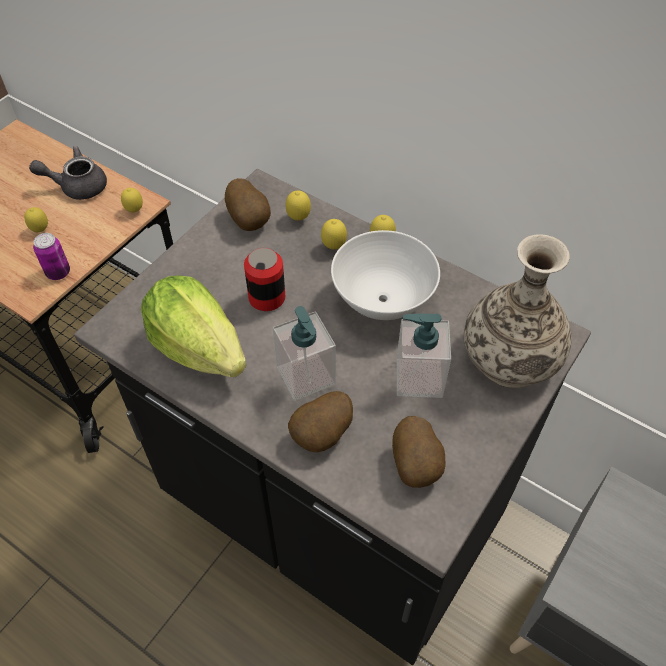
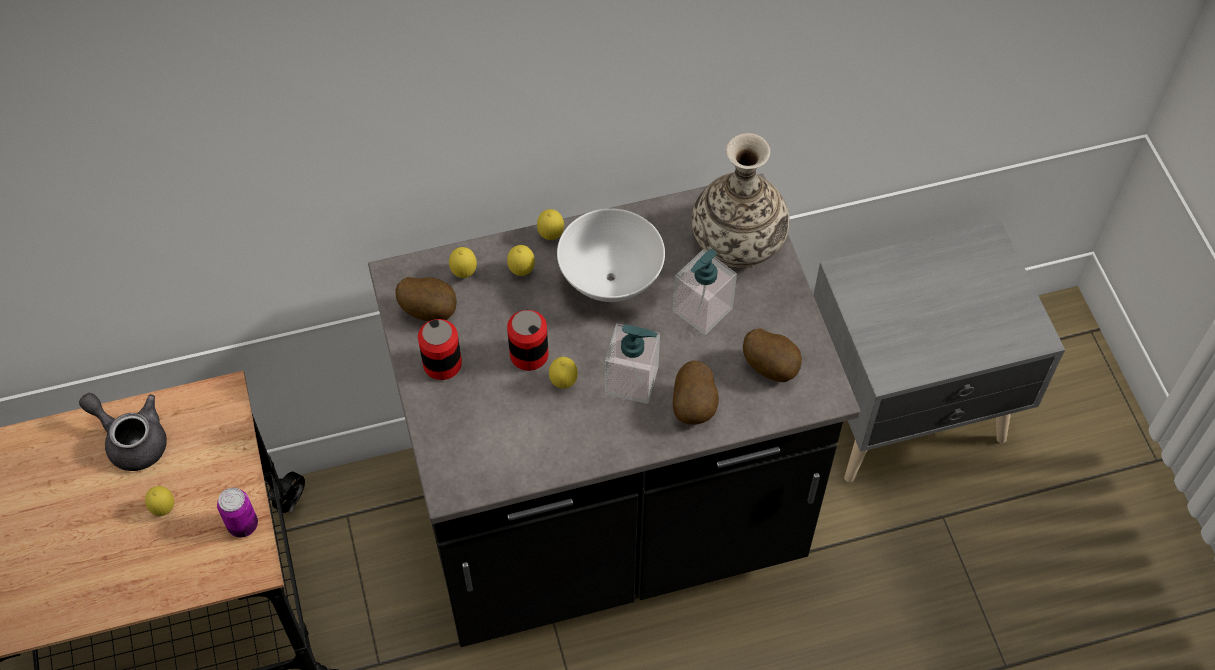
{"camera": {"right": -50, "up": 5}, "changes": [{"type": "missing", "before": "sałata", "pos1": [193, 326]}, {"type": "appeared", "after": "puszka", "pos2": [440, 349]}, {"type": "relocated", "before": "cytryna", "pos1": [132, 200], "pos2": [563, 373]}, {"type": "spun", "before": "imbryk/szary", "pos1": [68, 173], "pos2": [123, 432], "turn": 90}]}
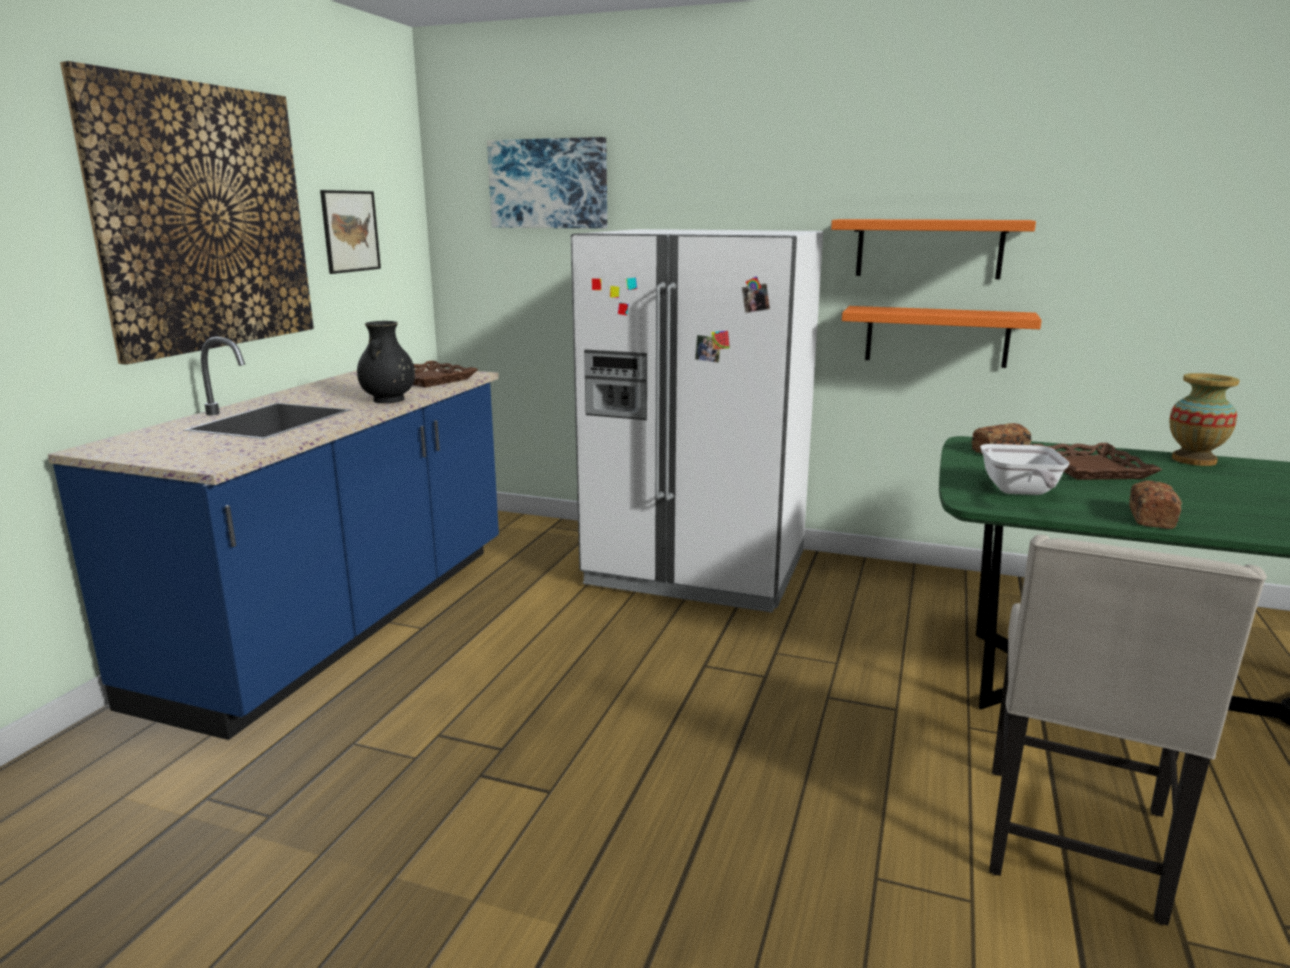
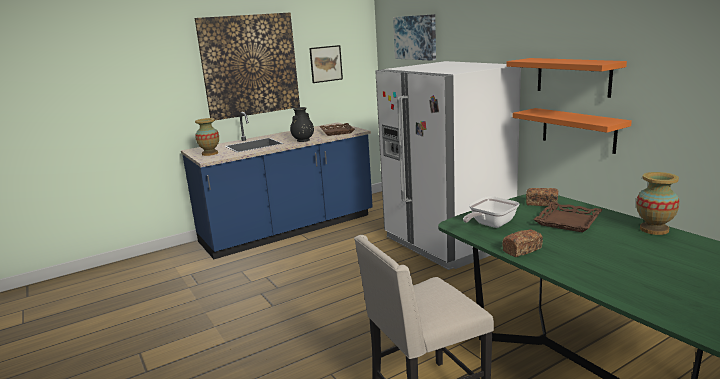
{"camera": {"right": 40, "up": 0}, "changes": [{"type": "appeared", "after": "wazon", "pos2": [207, 137]}]}
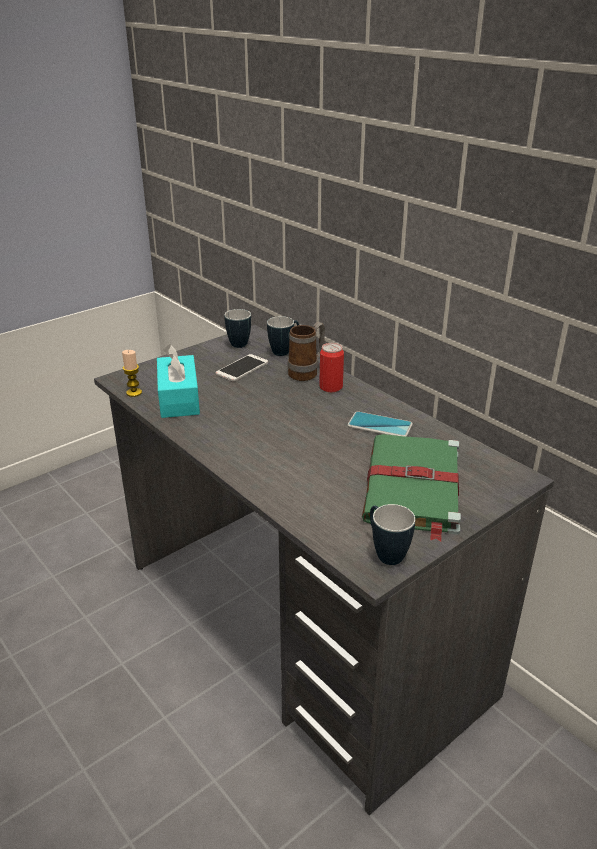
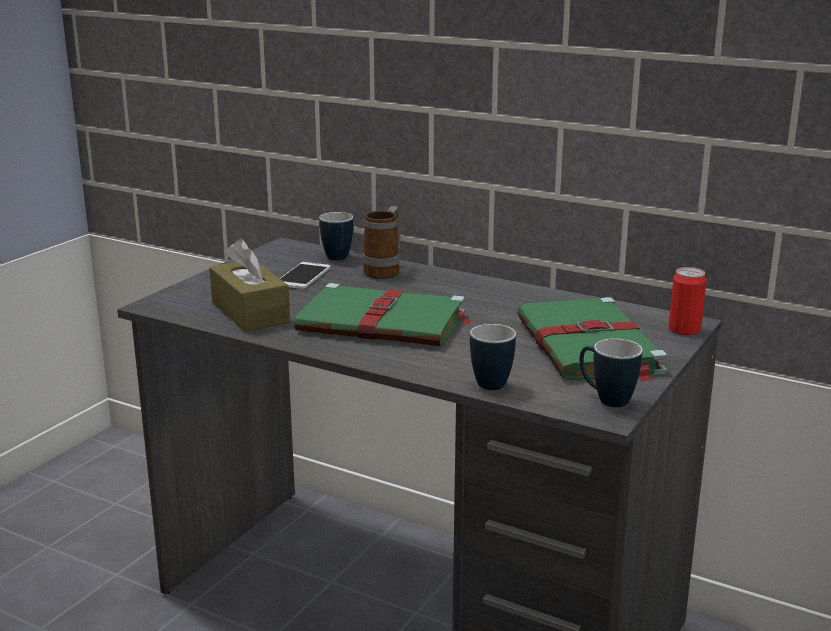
{"camera": {"right": -20, "up": -10}, "changes": [{"type": "missing", "before": "świeca", "pos1": [132, 373]}, {"type": "missing", "before": "telefon", "pos1": [380, 424]}, {"type": "appeared", "after": "książka/zielony", "pos2": [384, 314]}, {"type": "relocated", "before": "kubek", "pos1": [237, 328], "pos2": [493, 357]}, {"type": "relocated", "before": "puszka", "pos1": [331, 367], "pos2": [687, 301]}, {"type": "colour", "before": "pudełko chusteczek/turkusowy", "after": "pudełko chusteczek/brązowy", "pos1": [178, 381], "pos2": [249, 285]}]}
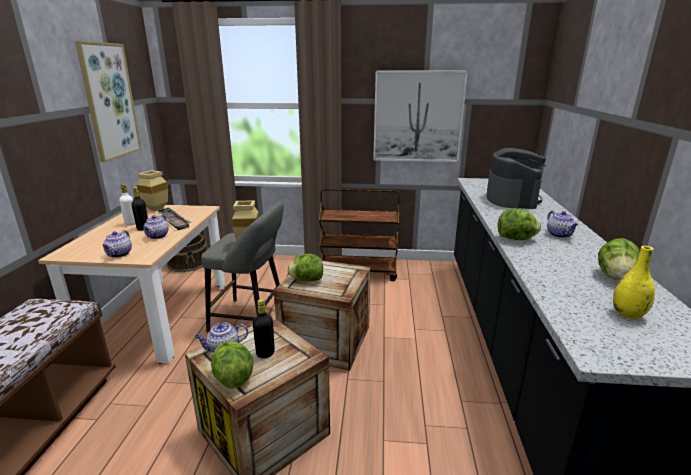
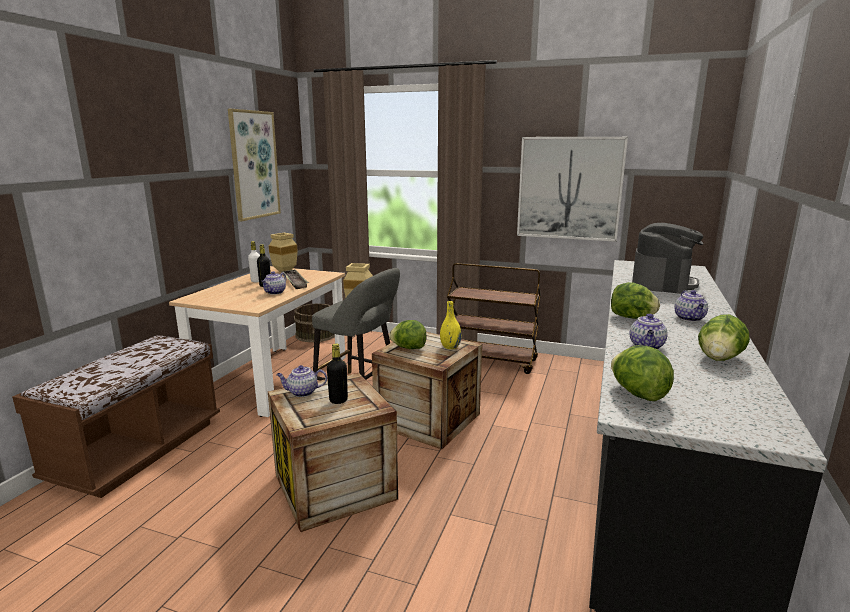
{"camera": {"right": 15, "up": -5}, "changes": [{"type": "relocated", "before": "imbryk", "pos1": [117, 244], "pos2": [649, 331]}, {"type": "relocated", "before": "sałata", "pos1": [232, 365], "pos2": [642, 373]}, {"type": "relocated", "before": "wazon/żółty", "pos1": [634, 282], "pos2": [450, 325]}]}
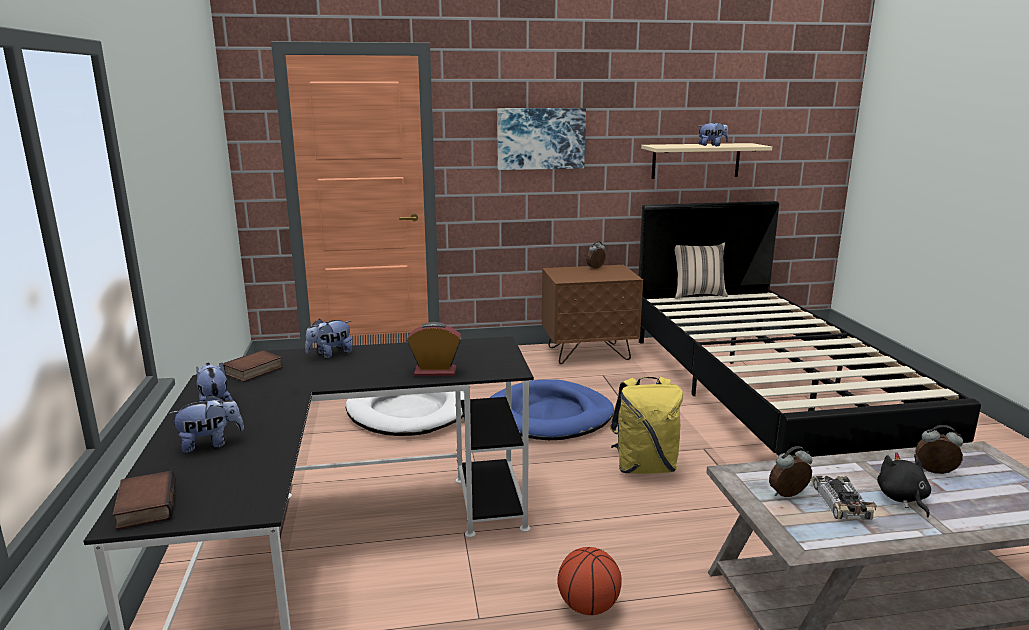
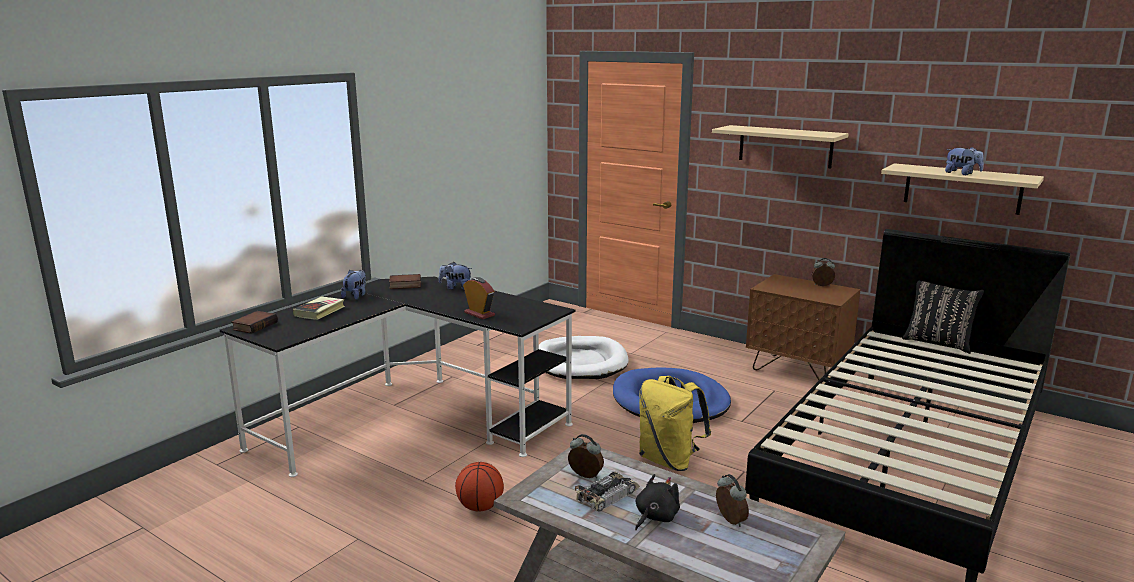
{"camera": {"right": 45, "up": 0}, "changes": [{"type": "exchanged", "before": "pluszak", "after": "książka", "pos1": [206, 424], "pos2": [319, 308]}, {"type": "exchanged", "before": "obraz", "after": "półka/beżowy", "pos1": [541, 139], "pos2": [780, 147]}, {"type": "colour", "before": "poduszka/beżowy", "after": "poduszka/czarny", "pos1": [701, 271], "pos2": [943, 317]}]}
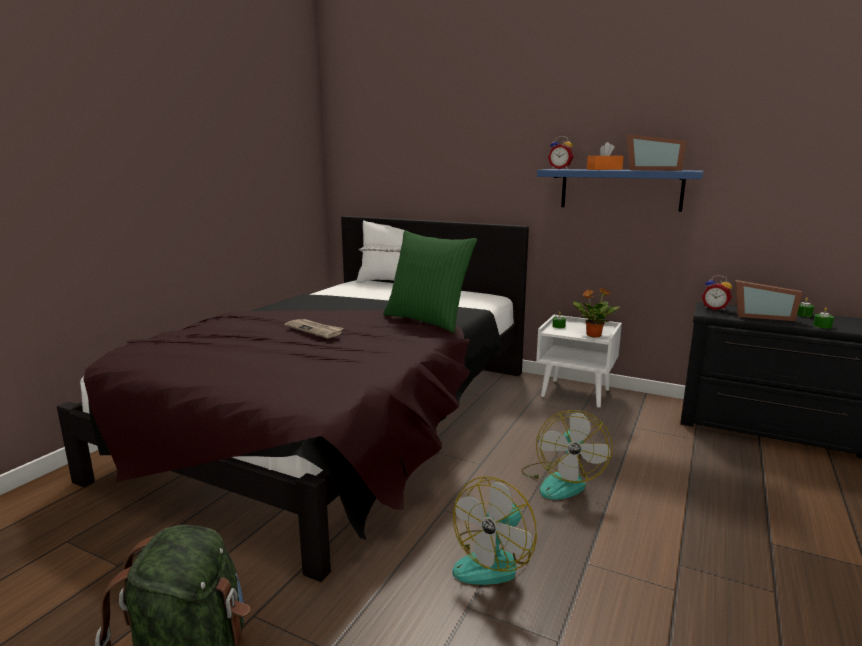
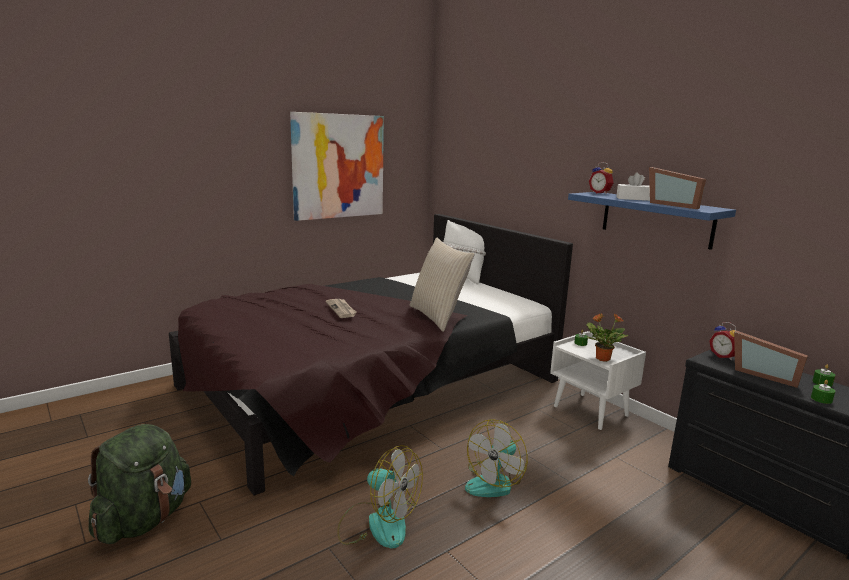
{"camera": {"right": 25, "up": 0}, "changes": [{"type": "appeared", "after": "obraz", "pos2": [337, 166]}, {"type": "colour", "before": "poduszka/zielony", "after": "poduszka/beżowy", "pos1": [430, 282], "pos2": [442, 284]}, {"type": "colour", "before": "pudełko chusteczek/pomarańczowy", "after": "pudełko chusteczek/biały", "pos1": [605, 156], "pos2": [633, 187]}, {"type": "spun", "before": "wentylator", "pos1": [494, 530], "pos2": [380, 496], "turn": -120}]}
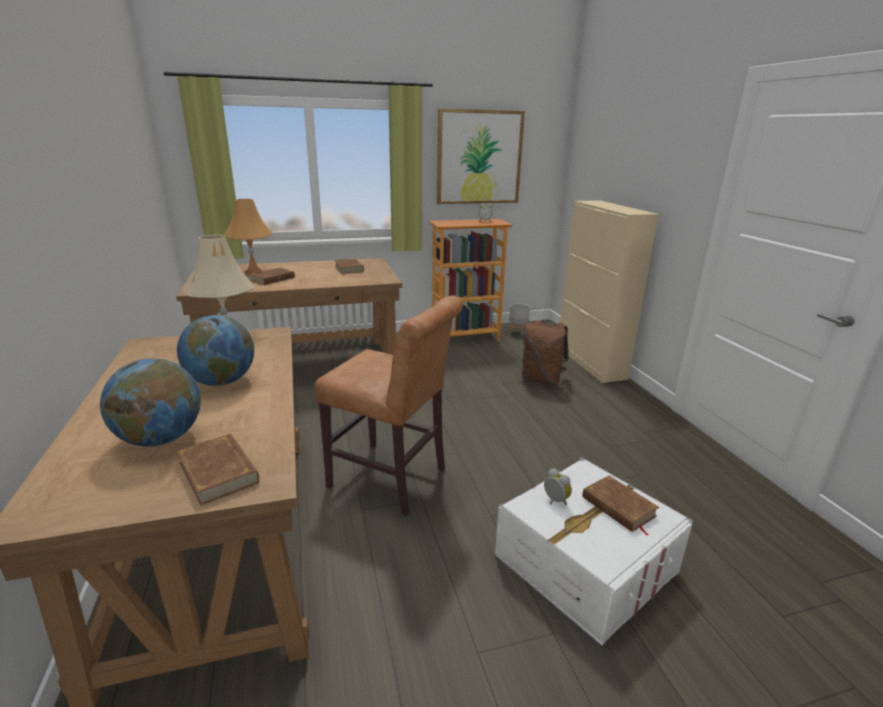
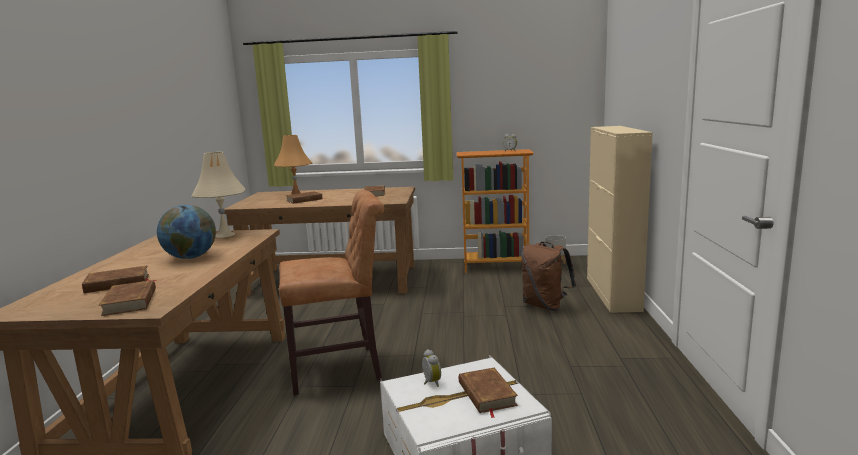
{"camera": {"right": 20, "up": -10}, "changes": [{"type": "missing", "before": "obraz", "pos1": [481, 156]}, {"type": "exchanged", "before": "globus", "after": "książka/brązowy", "pos1": [150, 402], "pos2": [119, 279]}, {"type": "spun", "before": "krzesło/brązowy", "pos1": [389, 405], "pos2": [332, 292], "turn": -60}]}
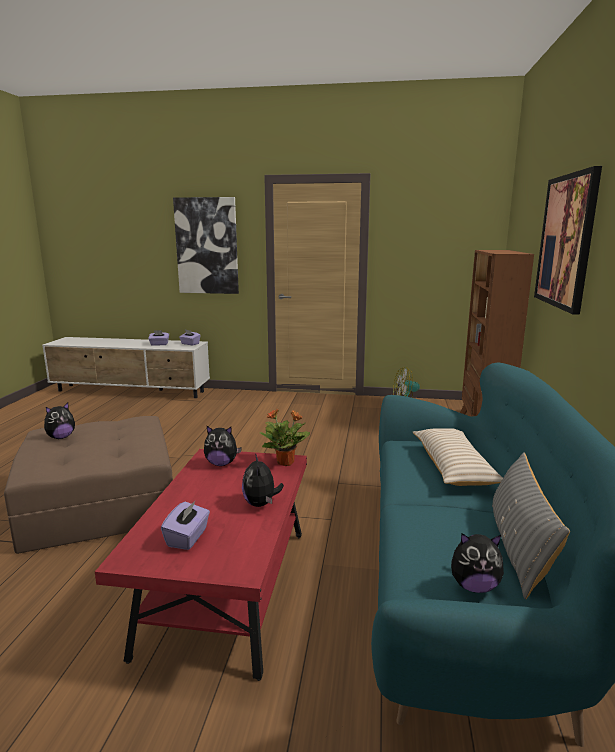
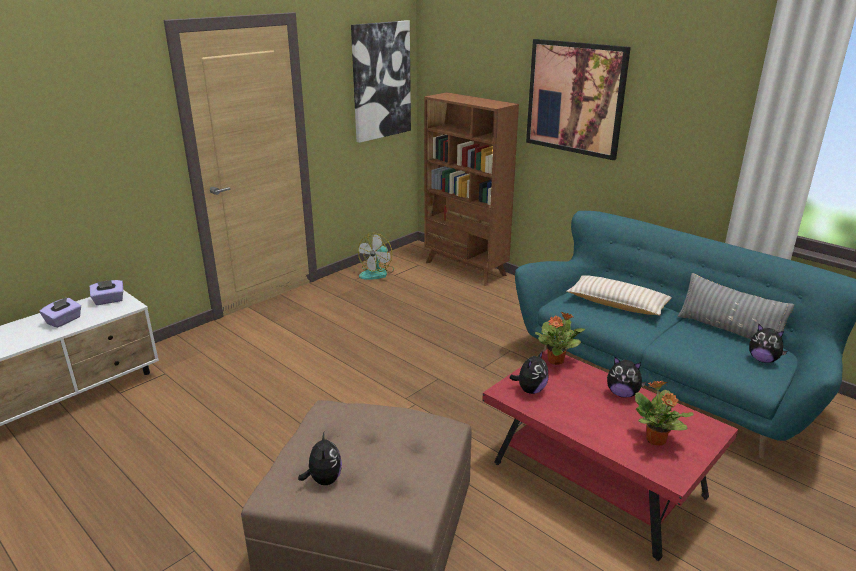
{"camera": {"right": -55, "up": 10}, "changes": [{"type": "relocated", "before": "obraz", "pos1": [206, 245], "pos2": [381, 81]}, {"type": "exchanged", "before": "pudełko chusteczek/fioletowy", "after": "roślina doniczkowa", "pos1": [185, 525], "pos2": [664, 413]}, {"type": "spun", "before": "pluszak", "pos1": [477, 563], "pos2": [768, 343], "turn": 90}]}
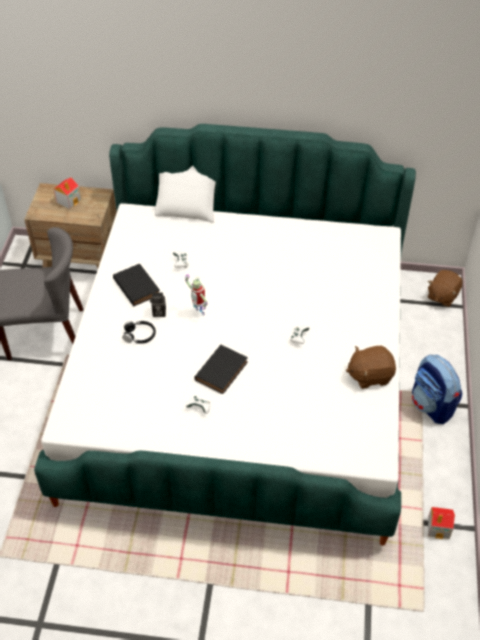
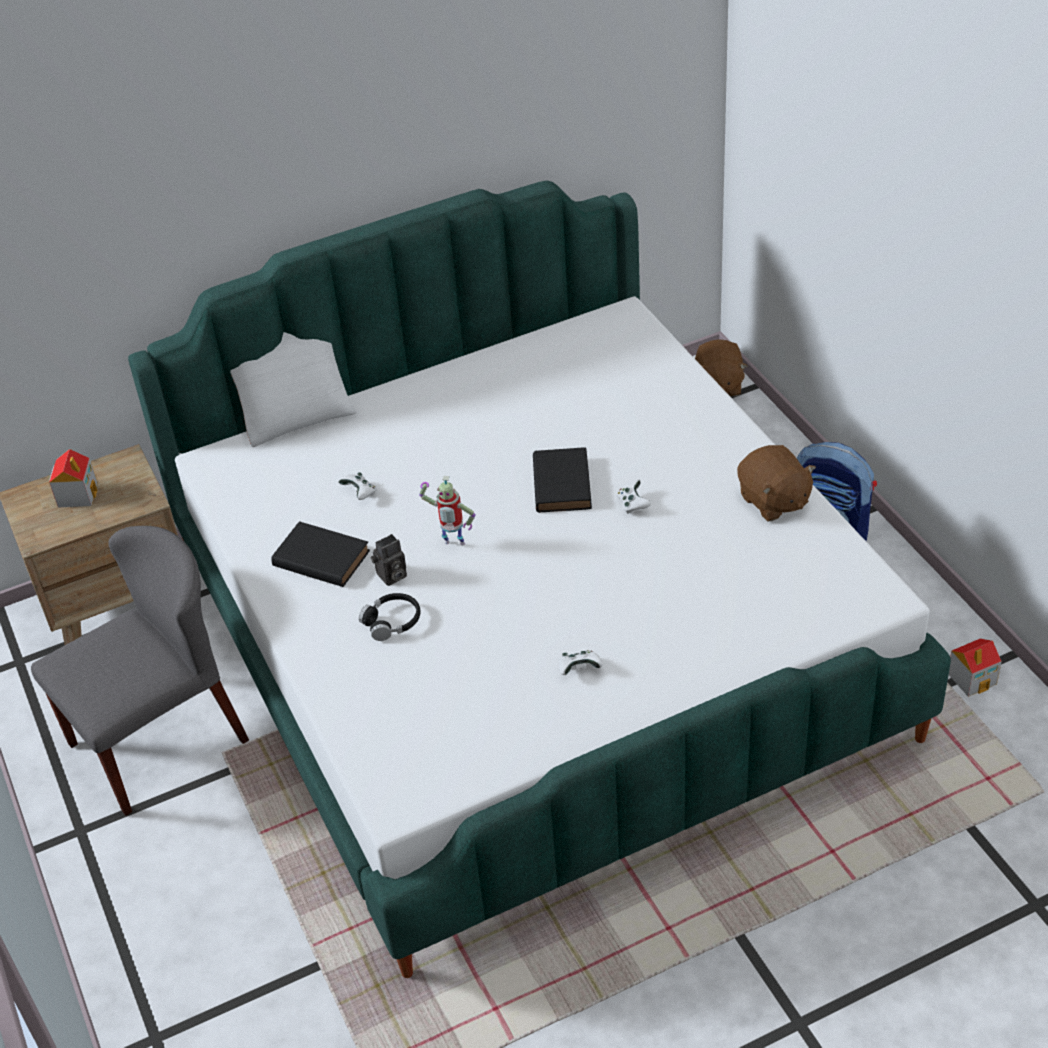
{"camera": {"right": -30, "up": -5}, "changes": [{"type": "relocated", "before": "książka/czarny", "pos1": [221, 369], "pos2": [562, 480]}, {"type": "spun", "before": "pluszak/brązowy", "pos1": [371, 367], "pos2": [776, 483], "turn": -75}]}
